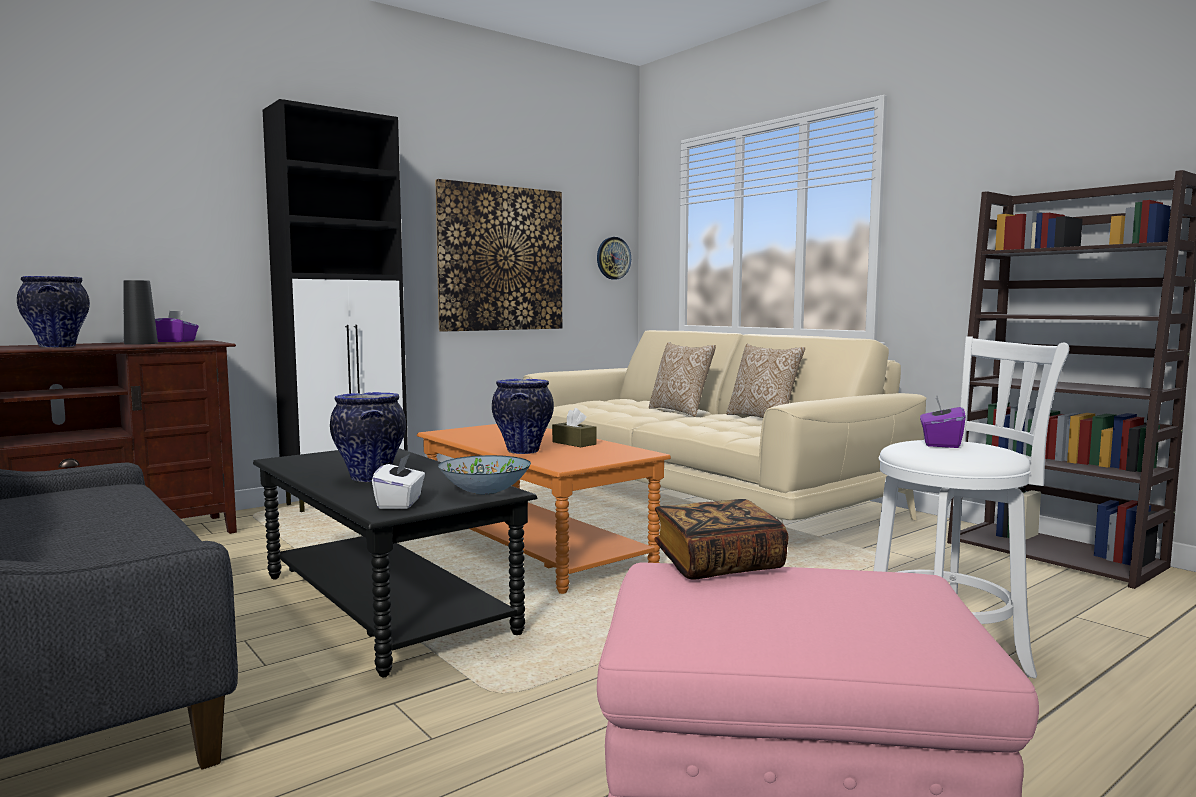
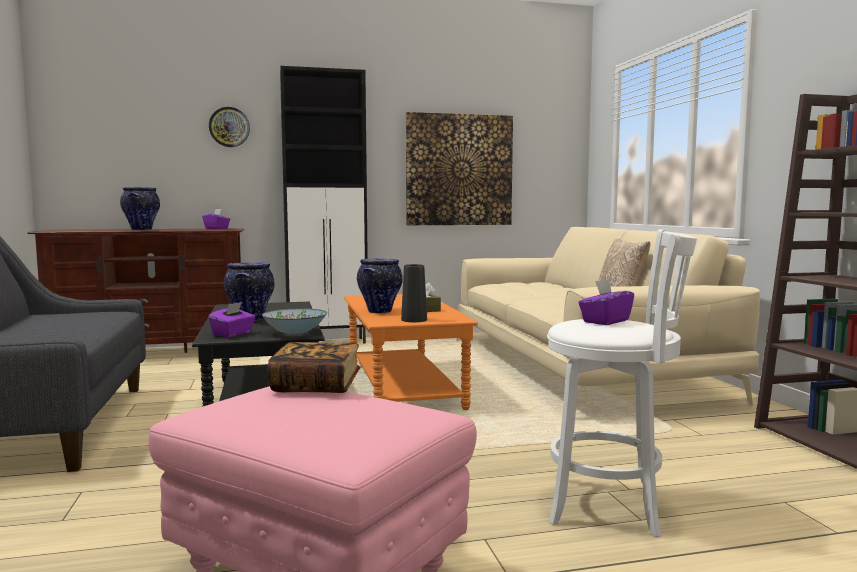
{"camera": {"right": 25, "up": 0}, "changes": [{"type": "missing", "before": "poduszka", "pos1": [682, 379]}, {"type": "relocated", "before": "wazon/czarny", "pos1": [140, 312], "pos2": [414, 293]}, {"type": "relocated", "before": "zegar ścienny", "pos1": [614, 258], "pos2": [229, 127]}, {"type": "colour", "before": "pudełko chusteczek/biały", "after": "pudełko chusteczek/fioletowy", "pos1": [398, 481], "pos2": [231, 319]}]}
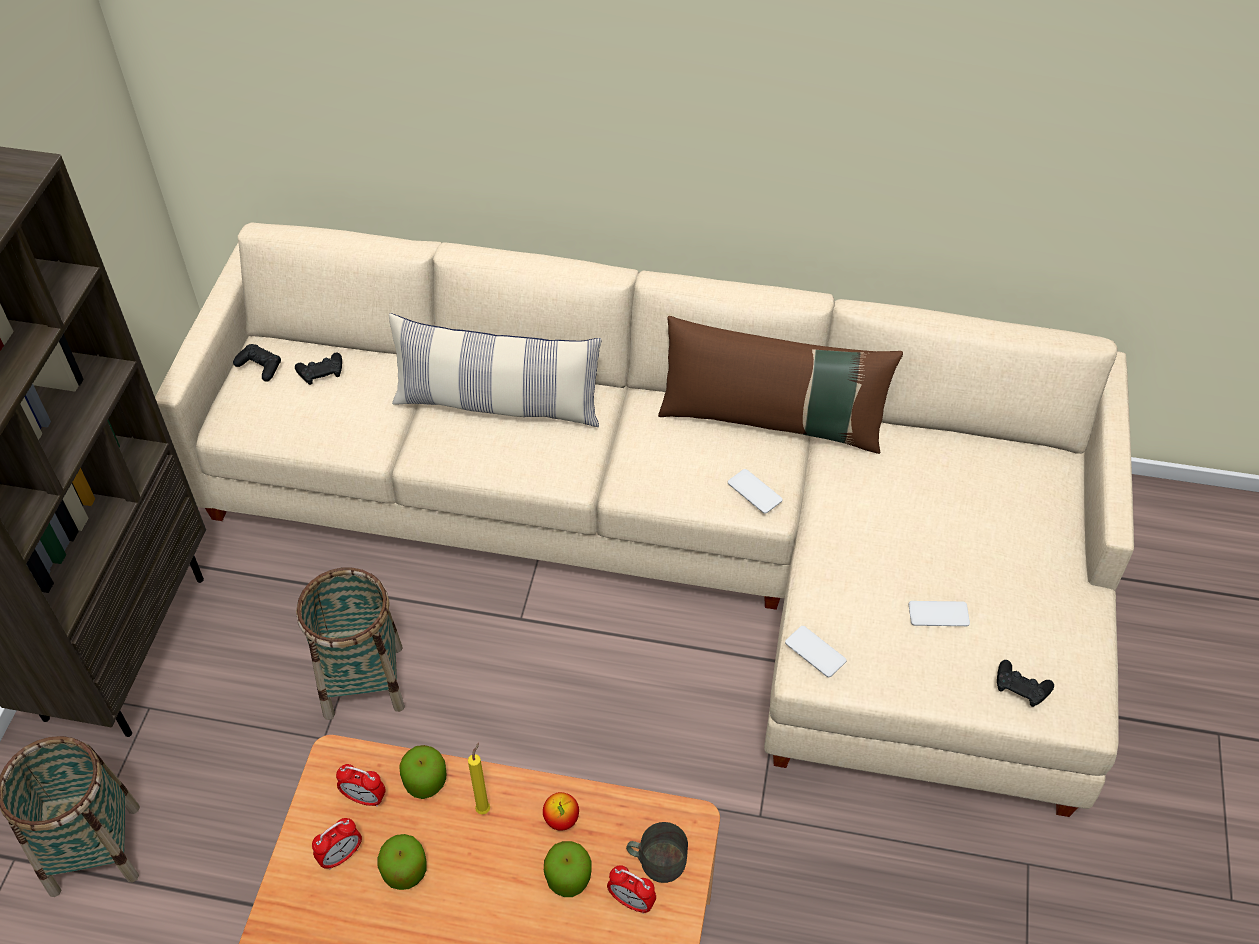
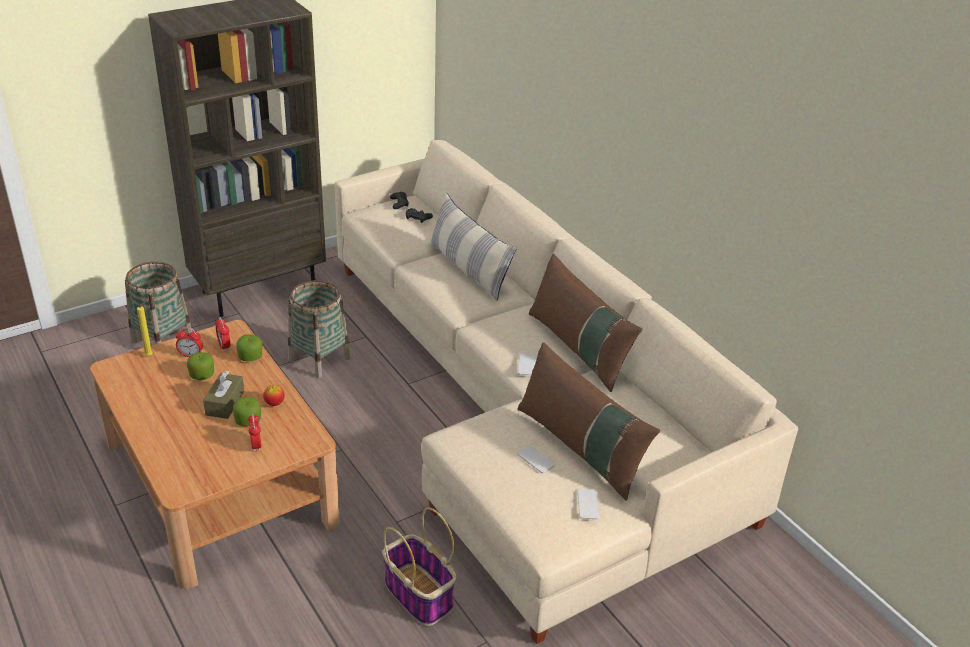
{"camera": {"right": 45, "up": -15}, "changes": [{"type": "missing", "before": "kubek/szary", "pos1": [657, 852]}, {"type": "missing", "before": "pad do gier/czarny", "pos1": [1025, 683]}, {"type": "appeared", "after": "pudełko chusteczek/brązowy", "pos2": [223, 395]}, {"type": "appeared", "after": "koszyk", "pos2": [419, 566]}, {"type": "appeared", "after": "poduszka/brązowy", "pos2": [589, 421]}, {"type": "relocated", "before": "świeca/żółty", "pos1": [479, 779], "pos2": [145, 328]}, {"type": "relocated", "before": "telefon", "pos1": [815, 651], "pos2": [588, 504]}]}
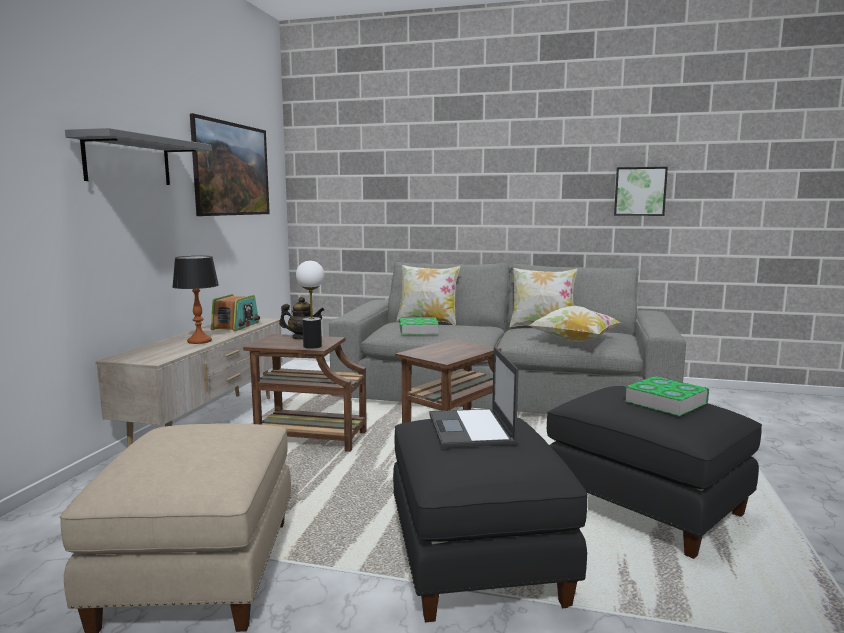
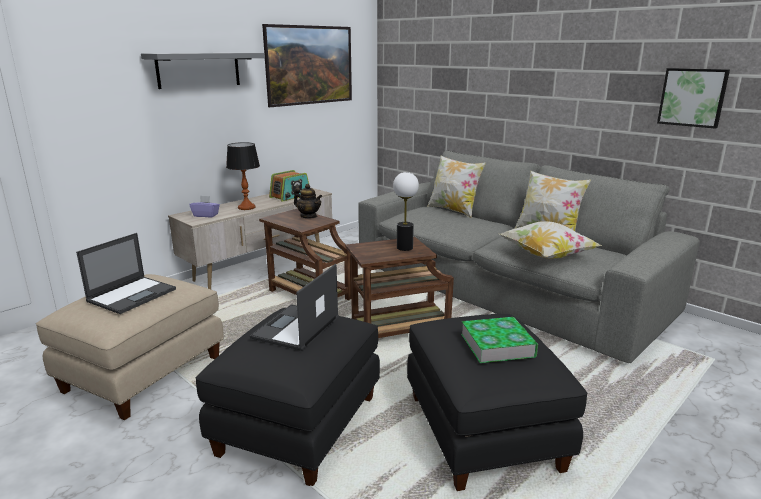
{"camera": {"right": 30, "up": 10}, "changes": [{"type": "missing", "before": "książka", "pos1": [419, 326]}, {"type": "appeared", "after": "laptop", "pos2": [126, 273]}, {"type": "appeared", "after": "pudełko chusteczek/fioletowy", "pos2": [205, 206]}, {"type": "relocated", "before": "lampa stołowa", "pos1": [310, 305], "pos2": [406, 211]}]}
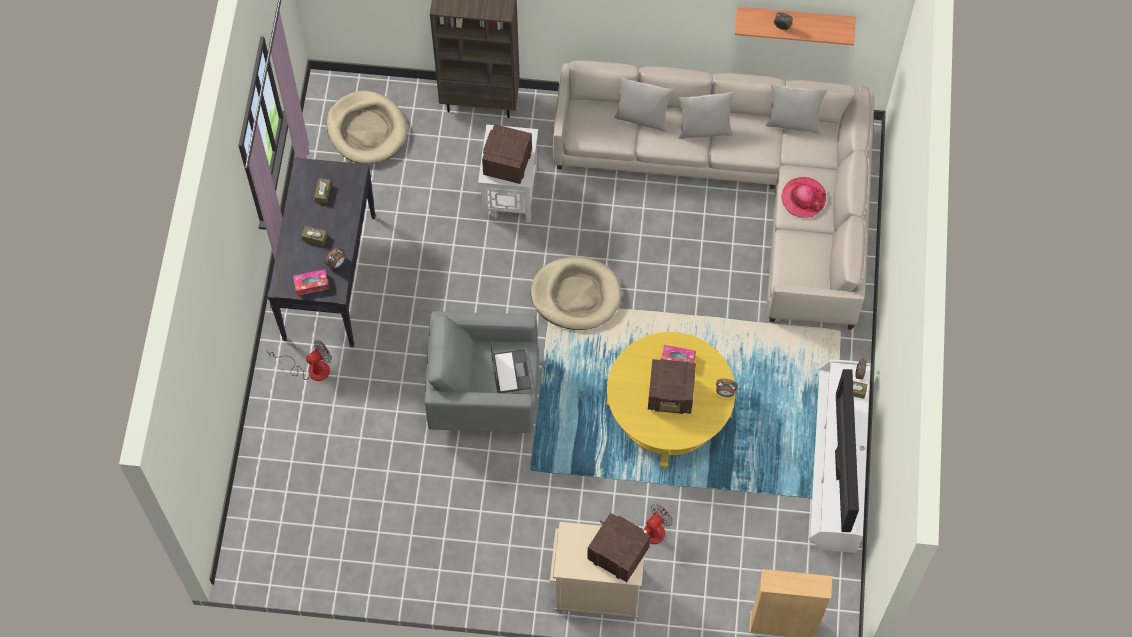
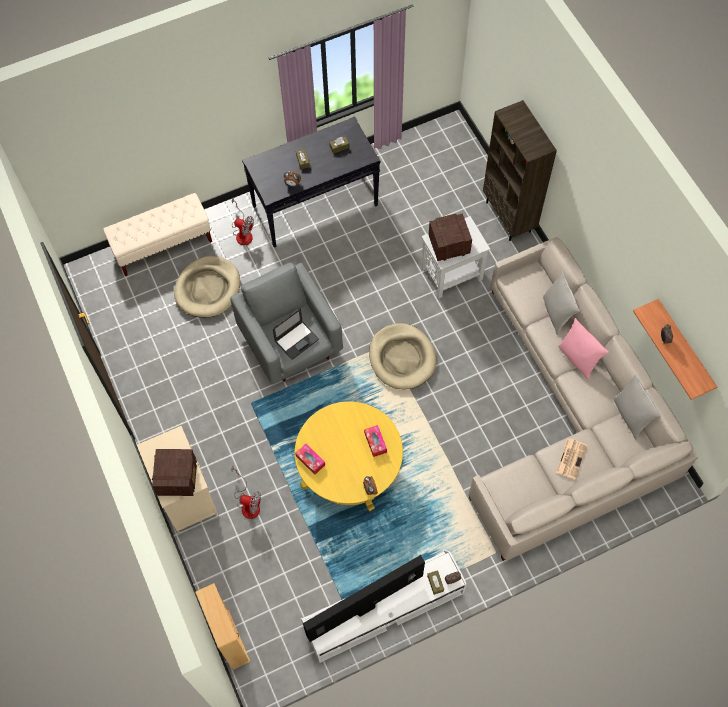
{"camera": {"right": 60, "up": 0}, "changes": [{"type": "missing", "before": "radio", "pos1": [672, 386]}, {"type": "appeared", "after": "ławka/beżowy", "pos2": [157, 234]}, {"type": "relocated", "before": "pudełko chusteczek", "pos1": [311, 282], "pos2": [310, 459]}, {"type": "relocated", "before": "legowisko/beżowy", "pos1": [367, 127], "pos2": [207, 287]}, {"type": "exchanged", "before": "kapelusz", "after": "gazeta", "pos1": [803, 197], "pos2": [571, 459]}, {"type": "colour", "before": "poduszka/szary", "after": "poduszka/różowy", "pos1": [706, 115], "pos2": [583, 349]}]}
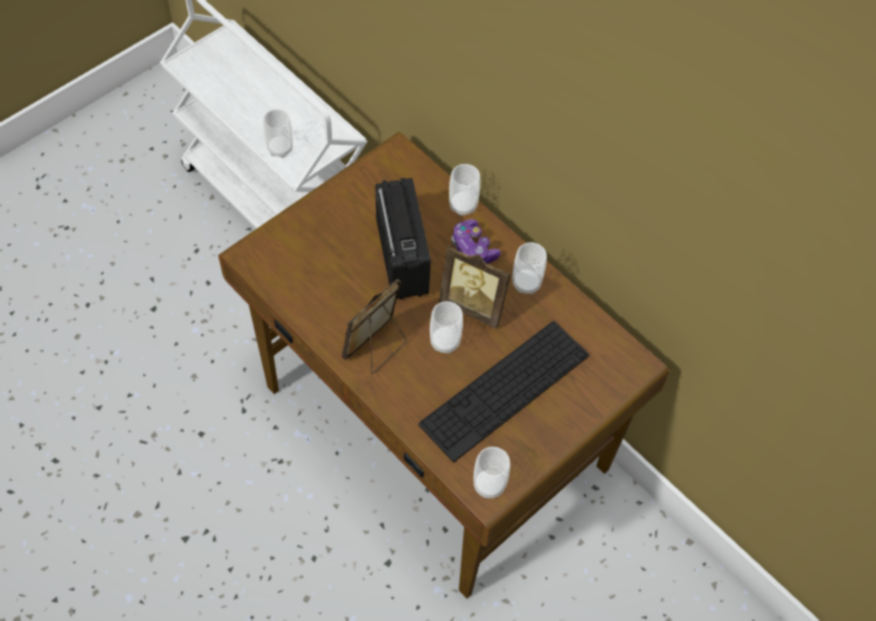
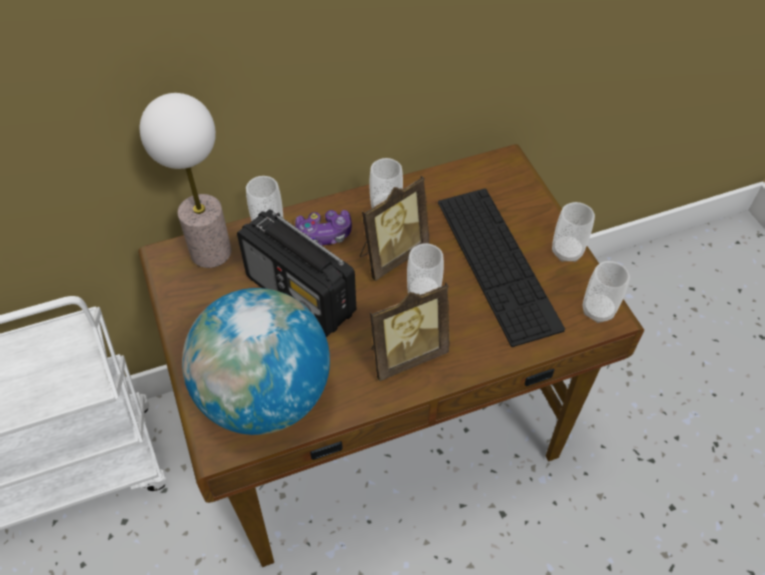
{"camera": {"right": -65, "up": -5}, "changes": [{"type": "appeared", "after": "lampa stołowa", "pos2": [185, 180]}, {"type": "appeared", "after": "globus", "pos2": [256, 361]}, {"type": "relocated", "before": "filiżanka", "pos1": [278, 133], "pos2": [573, 232]}, {"type": "spun", "before": "ramka na zdjęcie", "pos1": [374, 326], "pos2": [410, 331], "turn": -90}, {"type": "spun", "before": "radio", "pos1": [403, 238], "pos2": [296, 273], "turn": -150}]}
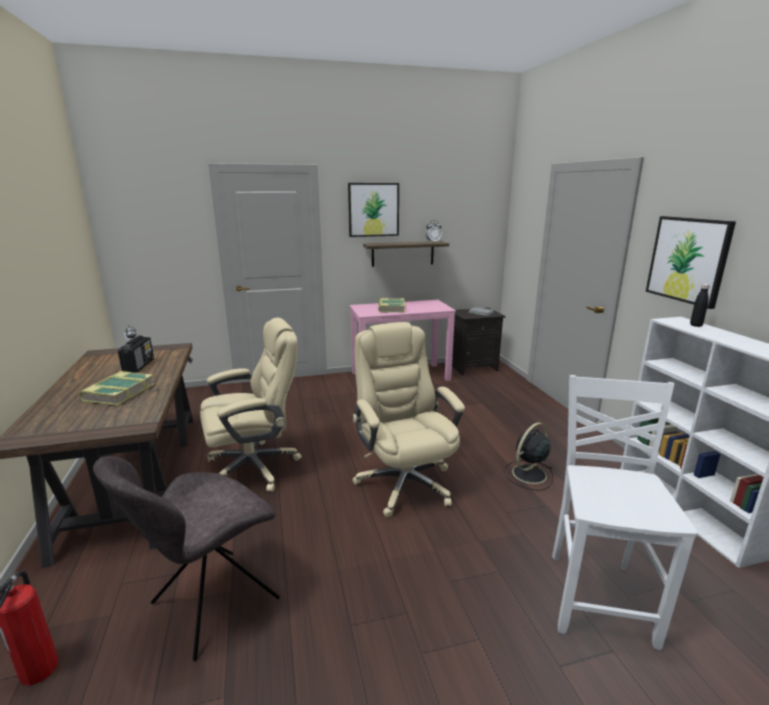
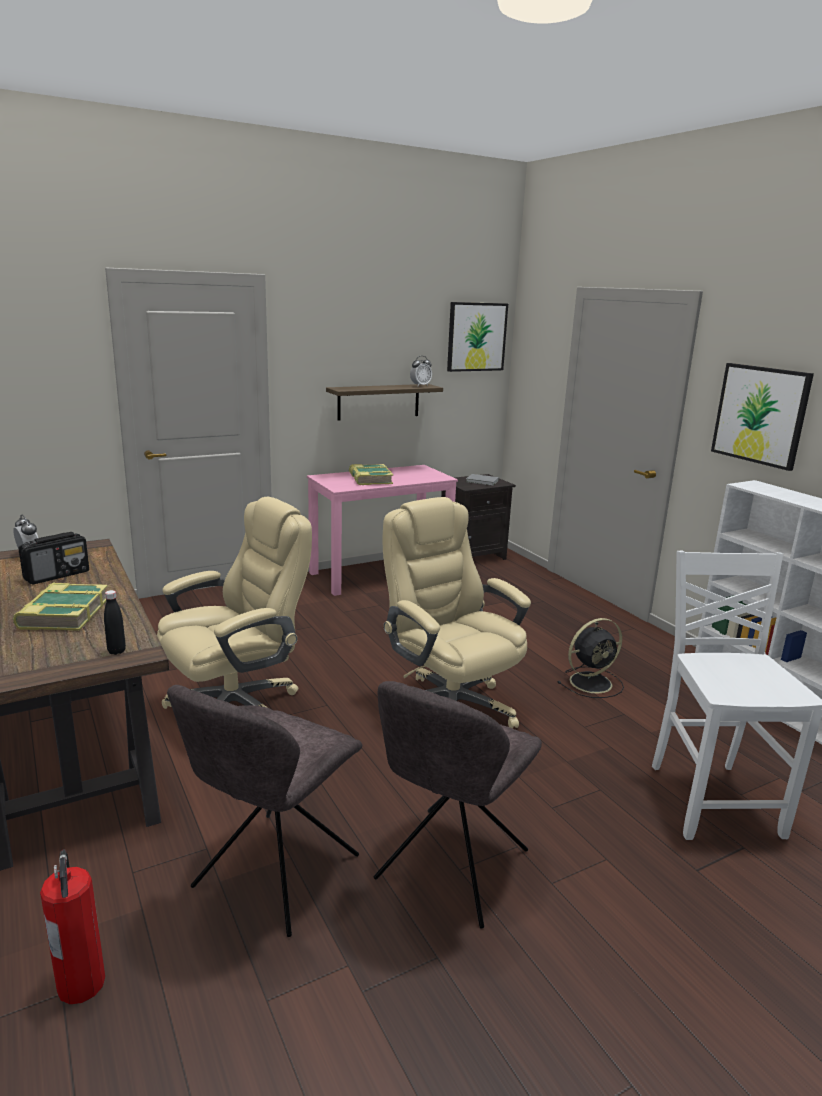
{"camera": {"right": -15, "up": 0}, "changes": [{"type": "appeared", "after": "krzesło/szary", "pos2": [458, 805]}, {"type": "relocated", "before": "obraz", "pos1": [373, 210], "pos2": [477, 337]}, {"type": "relocated", "before": "butelka/czarny", "pos1": [700, 305], "pos2": [115, 622]}, {"type": "spun", "before": "radio", "pos1": [136, 354], "pos2": [53, 558], "turn": 60}, {"type": "spun", "before": "wentylator/czarny", "pos1": [528, 456], "pos2": [590, 658], "turn": -150}]}
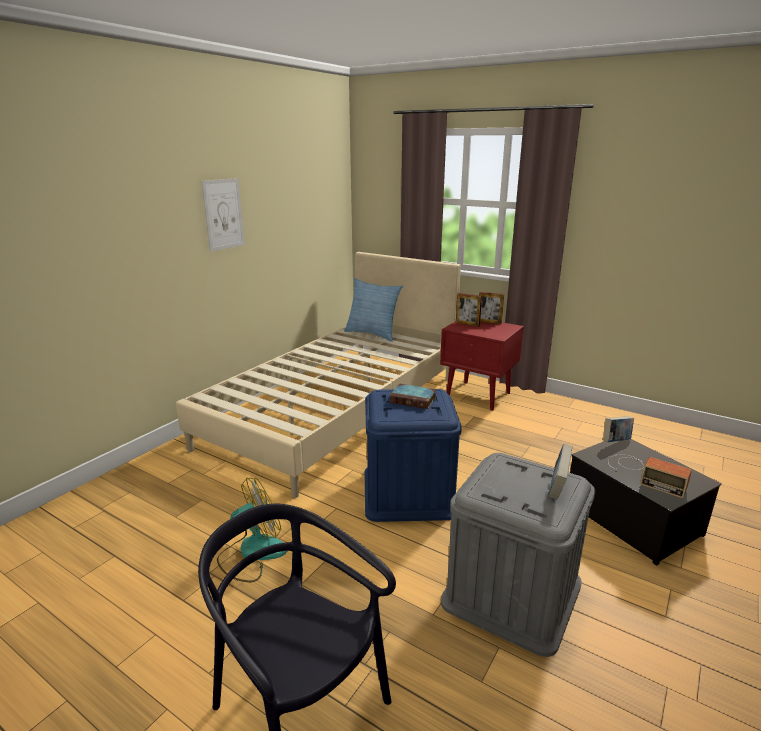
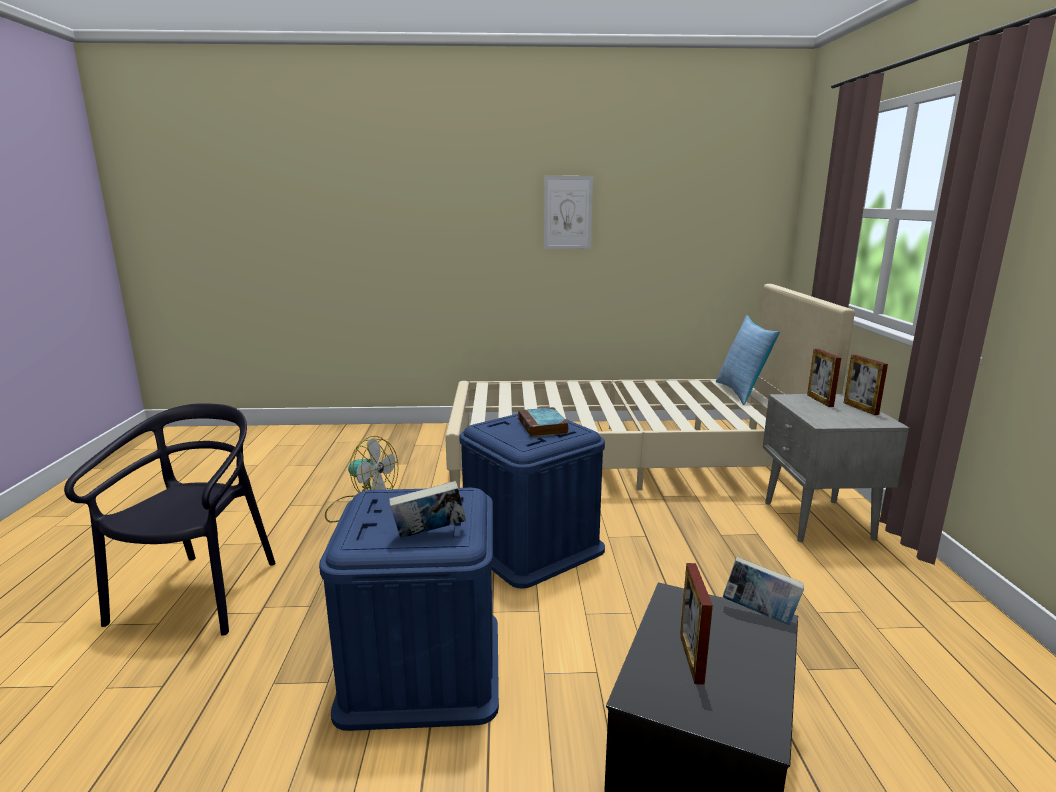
{"camera": {"right": 55, "up": -5}, "changes": [{"type": "exchanged", "before": "radio", "after": "ramka na zdjęcie", "pos1": [650, 476], "pos2": [696, 624]}, {"type": "colour", "before": "szafka nocna/czerwony", "after": "szafka nocna/szary", "pos1": [482, 366], "pos2": [836, 468]}, {"type": "colour", "before": "pojemnik do przechowywania/szary", "after": "pojemnik do przechowywania/niebieski", "pos1": [518, 555], "pos2": [409, 609]}]}
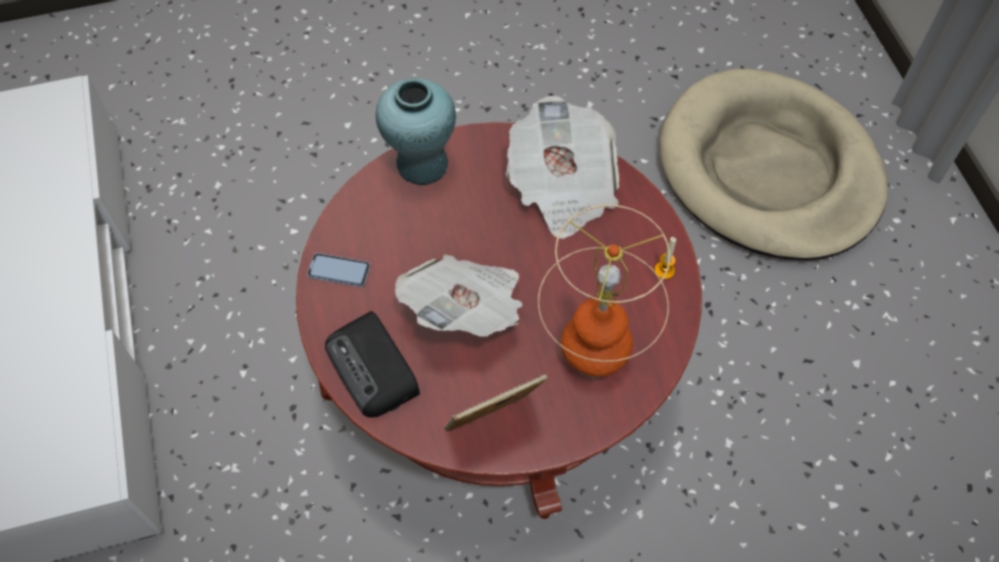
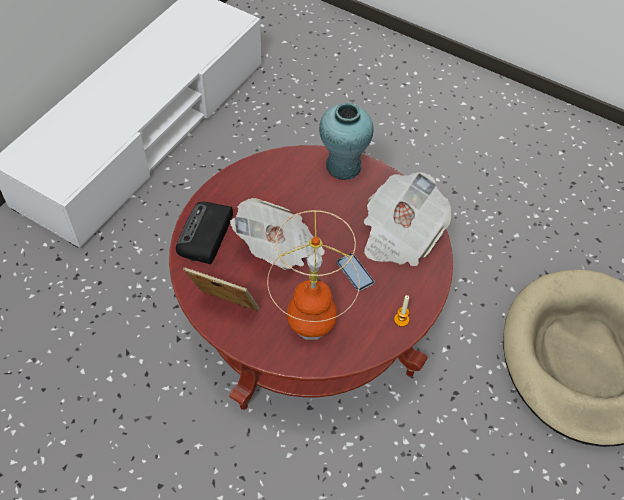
{"camera": {"right": 45, "up": -5}, "changes": [{"type": "relocated", "before": "telefon", "pos1": [338, 270], "pos2": [356, 272]}]}
